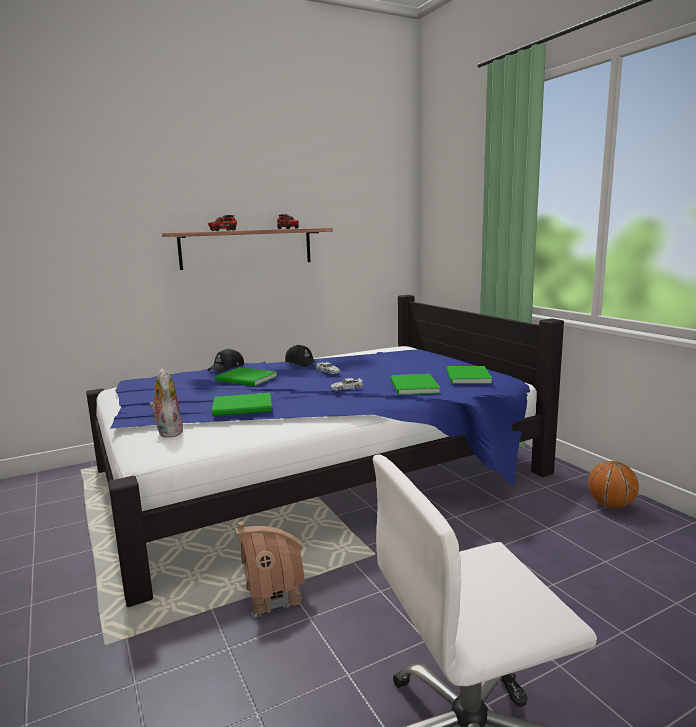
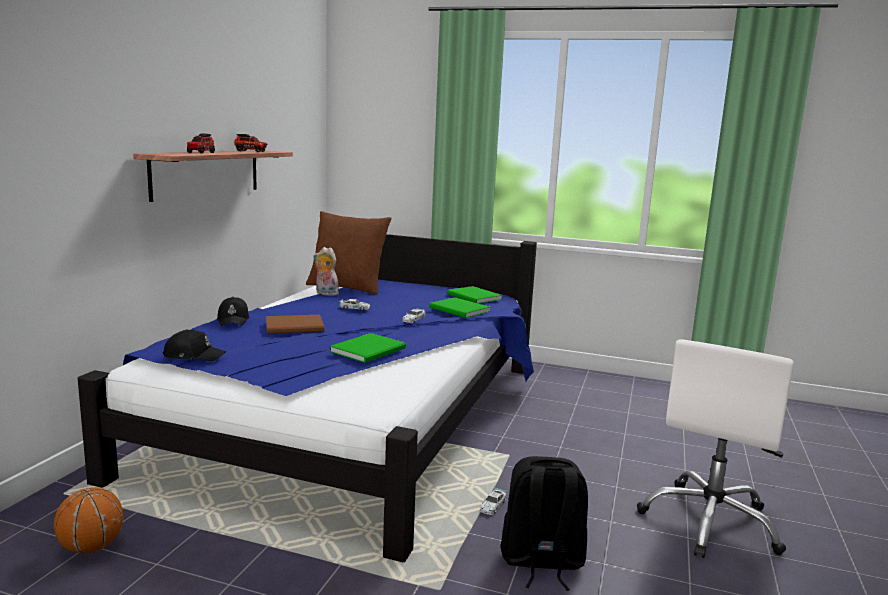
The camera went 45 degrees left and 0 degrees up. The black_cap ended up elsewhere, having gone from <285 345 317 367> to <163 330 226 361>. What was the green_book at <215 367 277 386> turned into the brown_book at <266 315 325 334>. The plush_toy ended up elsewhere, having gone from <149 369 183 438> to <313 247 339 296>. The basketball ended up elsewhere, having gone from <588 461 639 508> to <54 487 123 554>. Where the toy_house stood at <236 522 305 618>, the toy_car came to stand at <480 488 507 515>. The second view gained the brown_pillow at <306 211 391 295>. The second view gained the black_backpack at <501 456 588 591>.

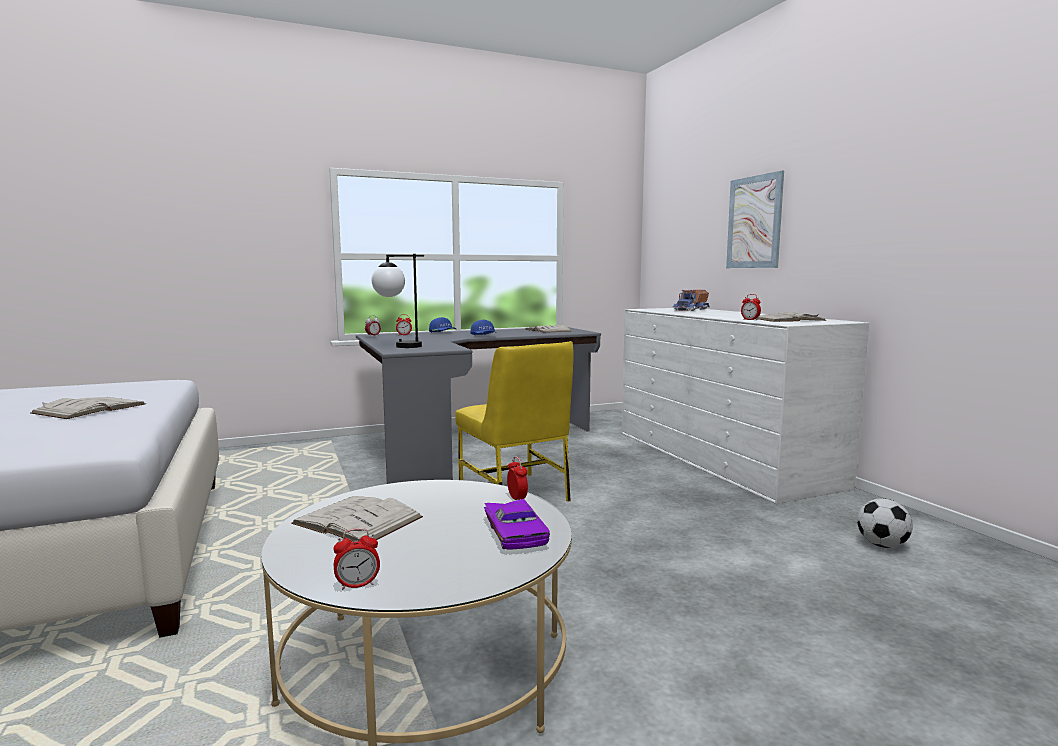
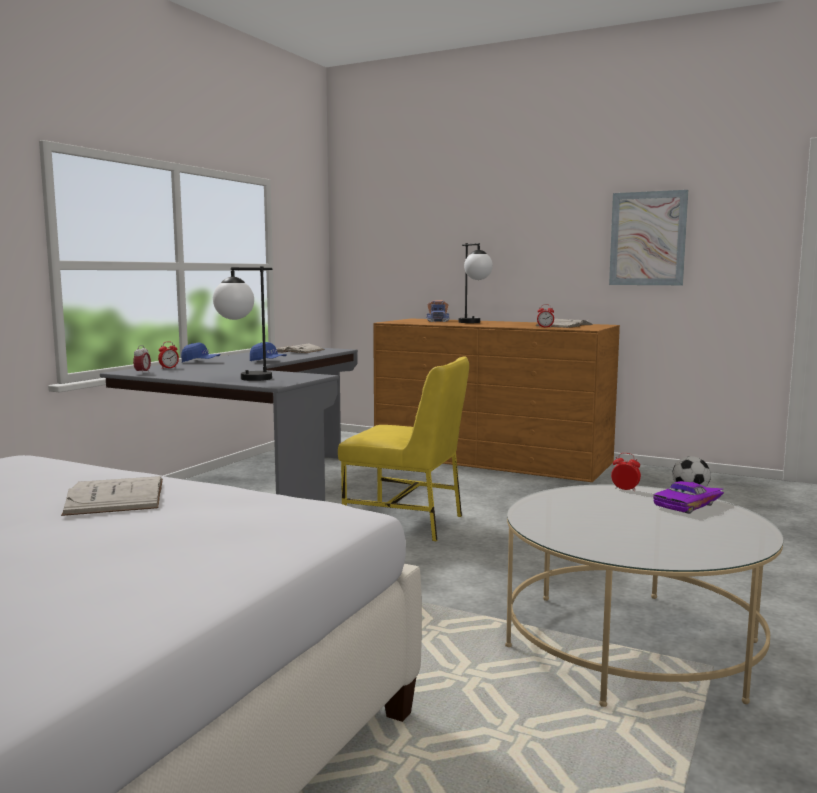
The camera went 40 degrees left and 0 degrees up. The picture ended up elsewhere, having gone from <726 171 784 268> to <609 190 688 285>. What was the white_dresser at <622 308 869 504> turned into the brown_dresser at <373 318 620 482>. The second view lost the white_book at <291 496 423 542>. The purple_toy_car at <484 499 550 550> ended up facing another way, 105 degrees clockwise from before. The second view lost the alarm_clock at <333 528 380 590>. The second view gained the table_lamp at <459 243 493 323>.

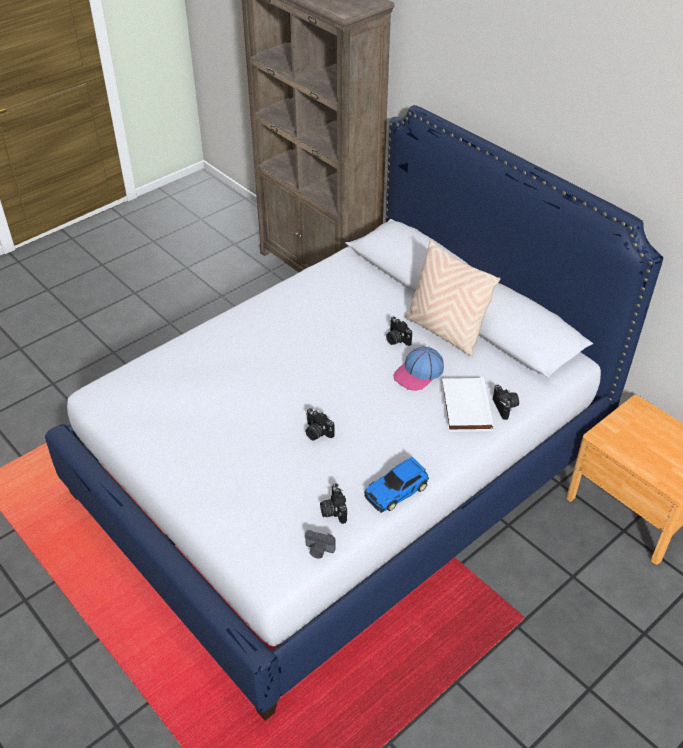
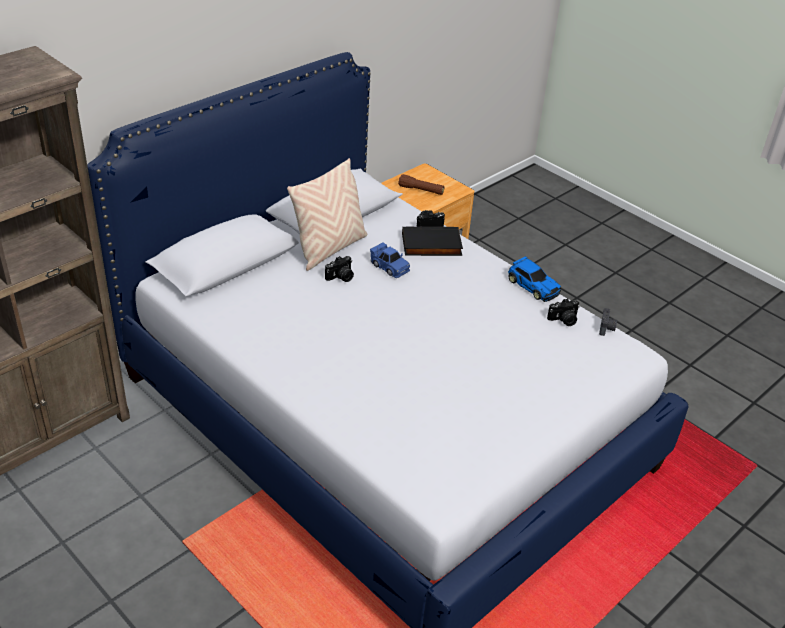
The camera went 95 degrees left and 5 degrees down. Where the cap stood at <393 347 444 391>, the blue_toy_car came to stand at <370 242 410 278>. What was the white_book at <441 378 494 432> turned into the black_book at <402 227 463 256>. The second view lost the photo_camera at <305 408 334 441>. The second view gained the brown_flashlight at <398 174 444 195>.

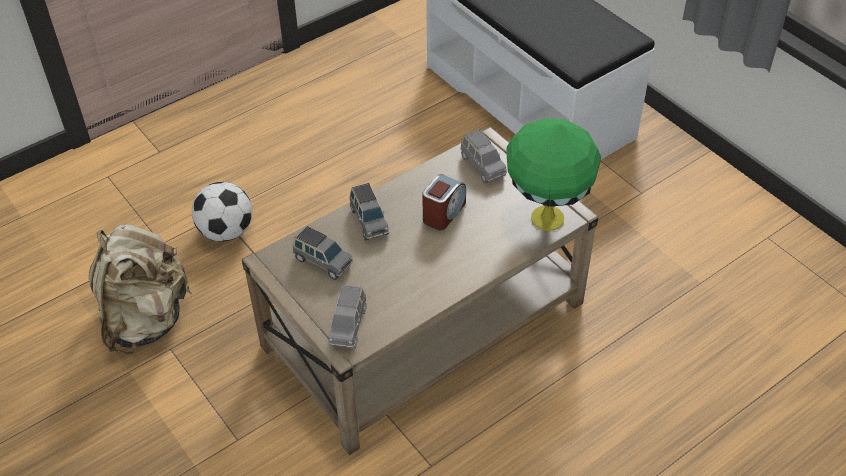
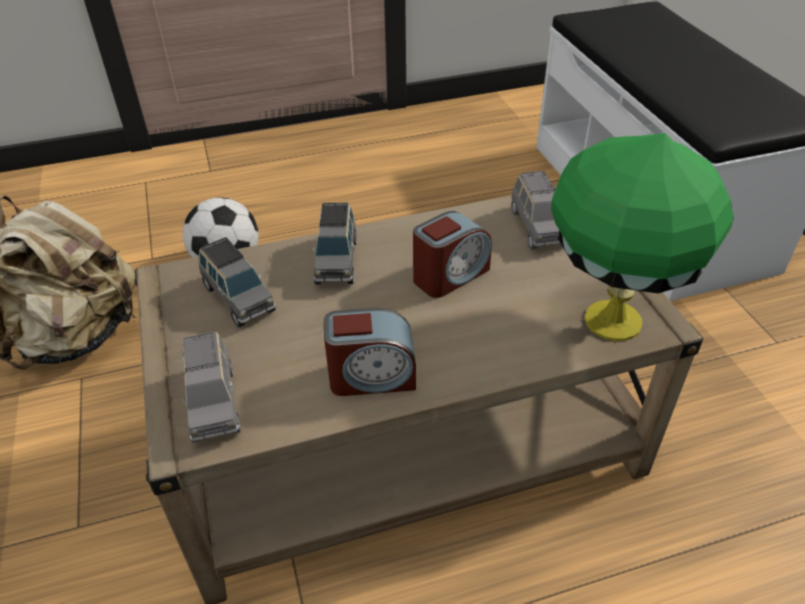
The camera went 20 degrees right and 5 degrees down. The grey_toy_car at <328 285 367 348> ended up facing another way, 45 degrees counterclockwise from before. The second view gained the alarm_clock at <324 308 416 396>.

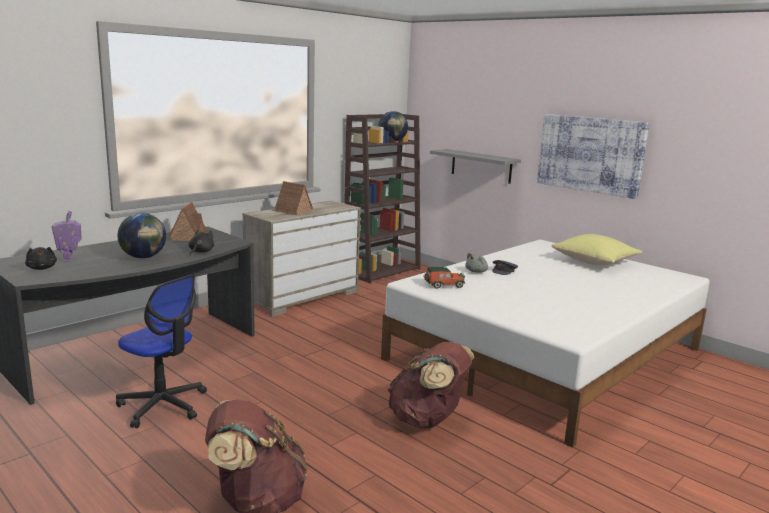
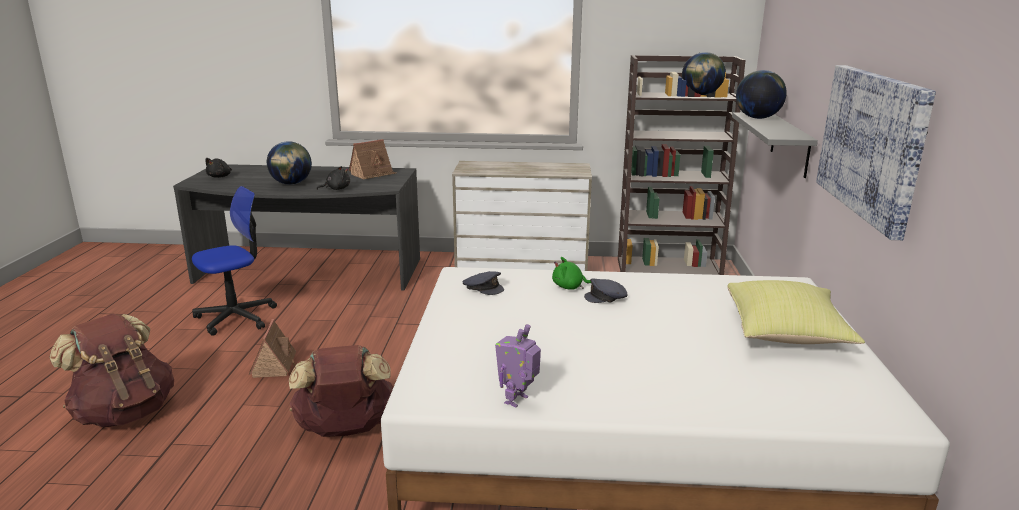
The camera went 50 degrees right and 5 degrees up. The toy_house ended up elsewhere, having gone from <274 181 313 215> to <249 319 296 378>. The toy_robot ended up elsewhere, having gone from <51 211 82 262> to <495 324 541 408>. What was the grey_plush_toy at <465 252 488 273> turned into the green_plush_toy at <552 257 591 289>. Where the toy_car stood at <423 267 465 289>, the grey_cap came to stand at <463 271 504 295>. The office_chair at <116 274 207 428> ended up facing another way, 120 degrees counterclockwise from before. The second view gained the globe at <736 70 787 119>.

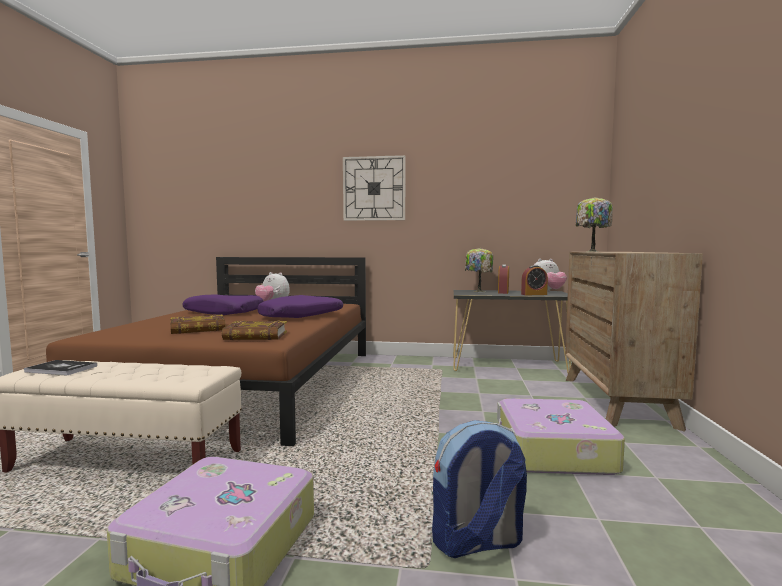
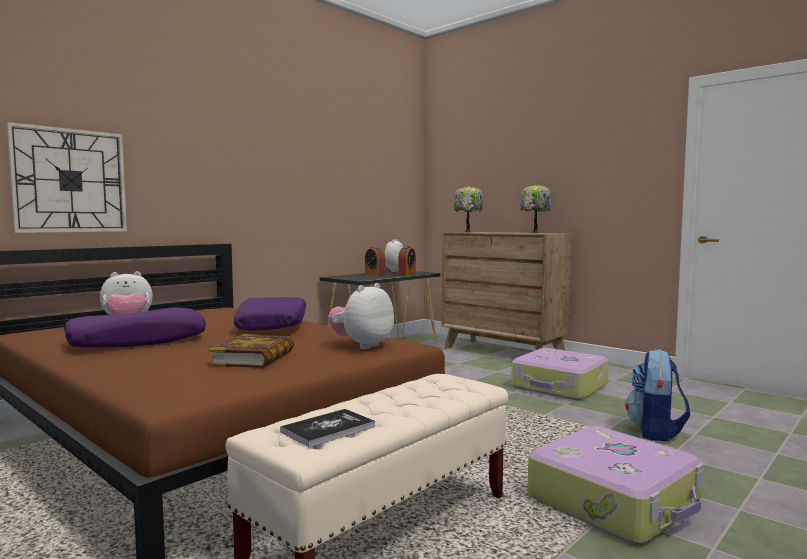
The camera went 55 degrees left and 0 degrees up. The wall_clock ended up elsewhere, having gone from <343 155 406 221> to <6 122 127 233>. The table_lamp ended up elsewhere, having gone from <465 248 493 292> to <521 184 551 233>. Where the book stood at <222 321 287 340>, the plush_toy came to stand at <328 283 394 349>.

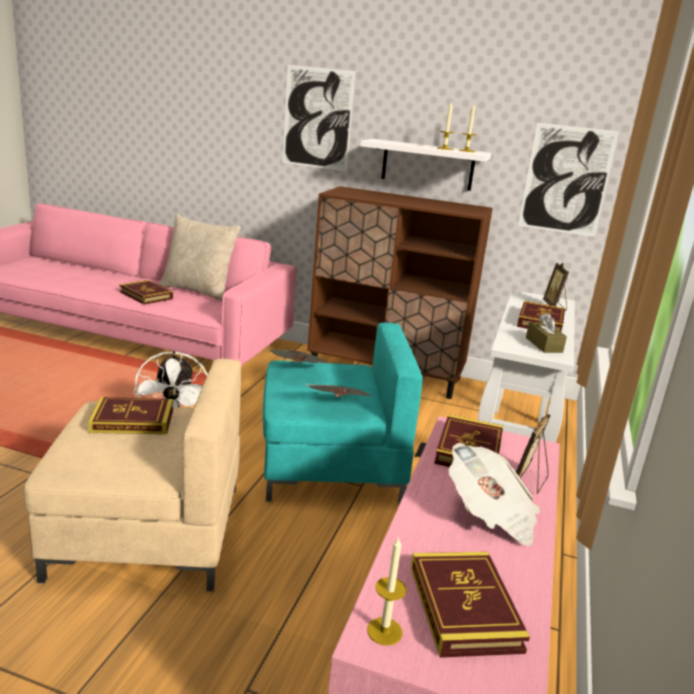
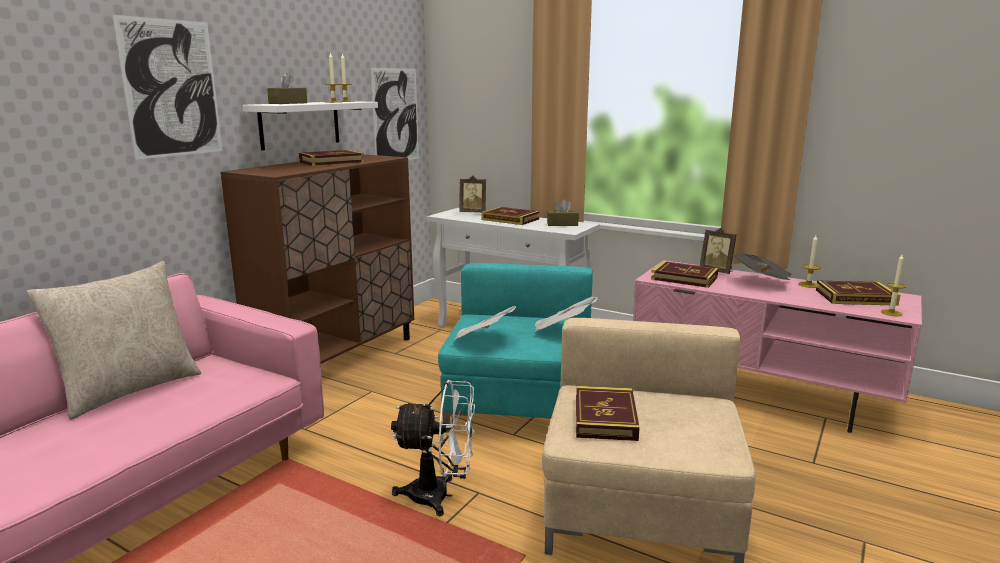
The camera went 75 degrees left and 5 degrees down. The book ended up elsewhere, having gone from <119 280 173 305> to <299 150 364 166>. The second view gained the brown_tissue_box at <267 73 307 104>. The second view gained the candle at <799 235 821 288>.

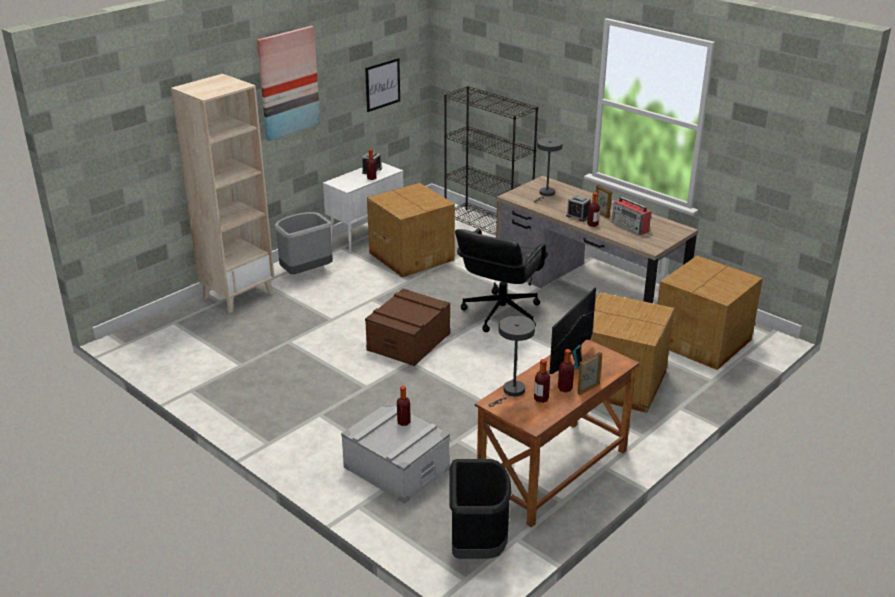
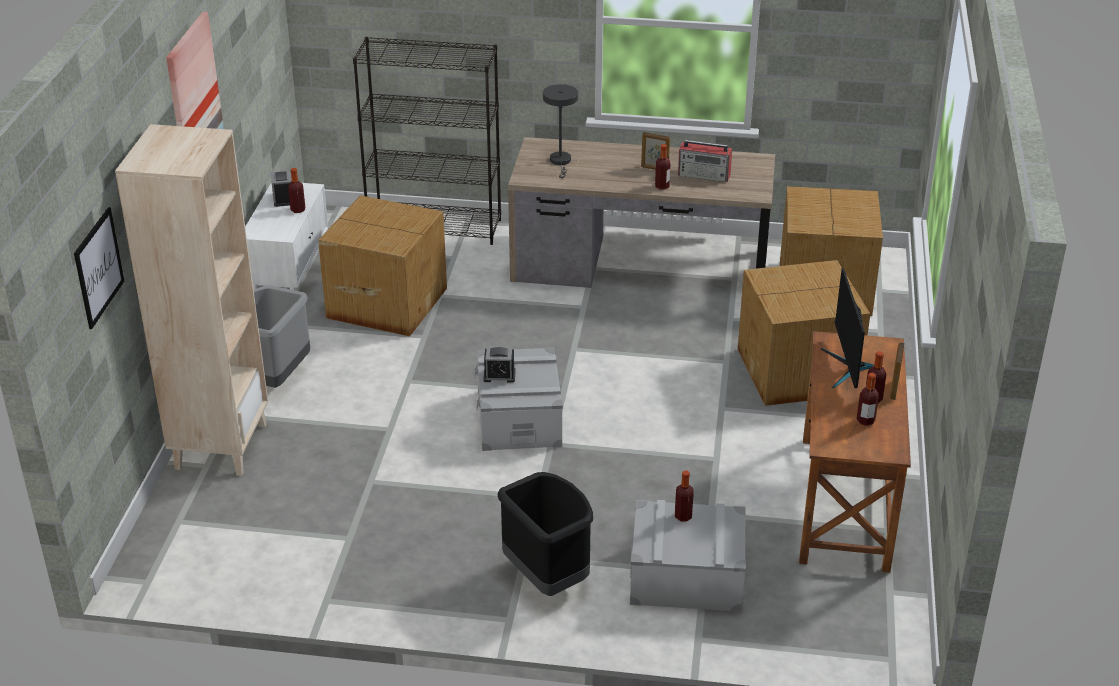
The camera went 35 degrees left and 5 degrees up. The picture ended up elsewhere, having gone from <365 58 400 112> to <74 207 124 329>. The alarm_clock ended up elsewhere, having gone from <566 195 591 221> to <483 346 516 383>. The second view lost the black_office_chair at <455 229 548 332>. What was the brown_storage_box at <365 288 450 366> turned into the grey_storage_box at <474 347 563 451>. The second view lost the grey_table_lamp at <488 316 535 407>. The black_trash_can ended up elsewhere, having gone from <449 459 511 559> to <498 472 593 596>.

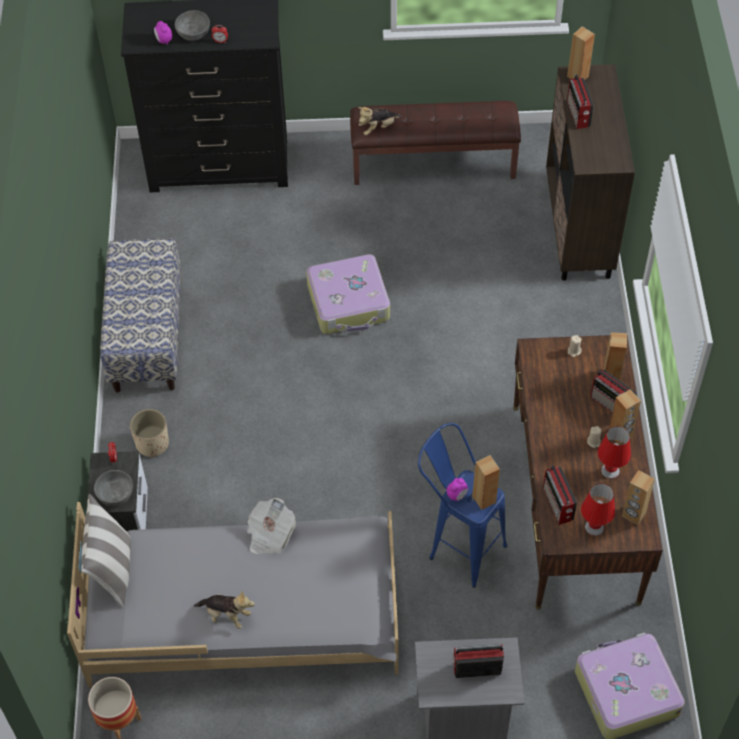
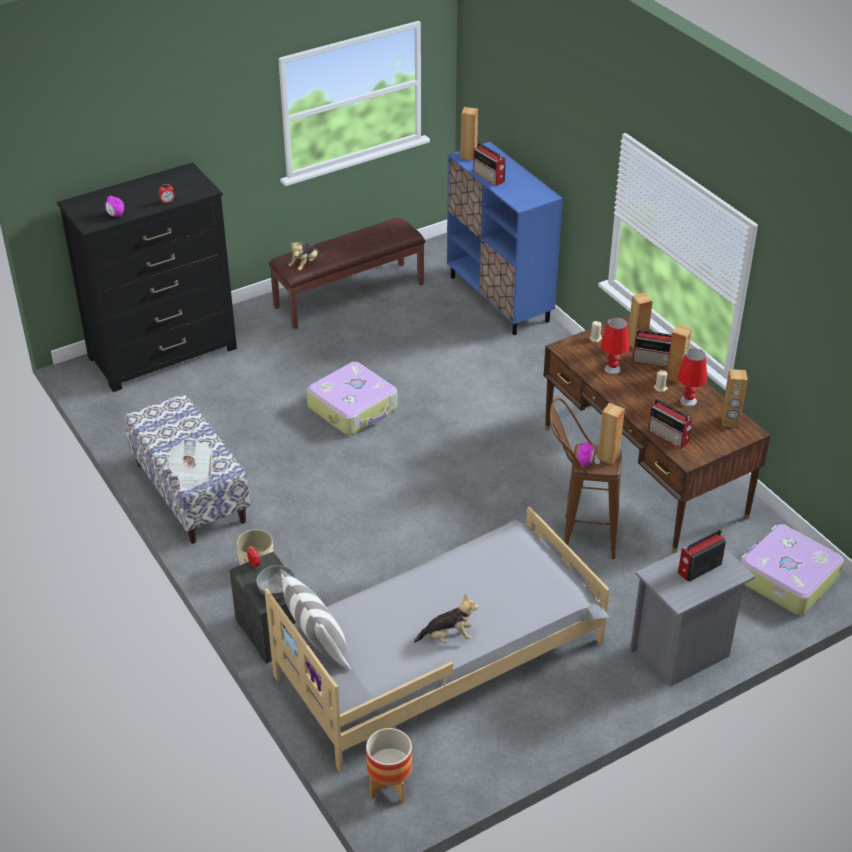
The camera went 30 degrees left and 15 degrees down. The second view lost the grey_bowl at <175 10 210 41>. What was the brown_cabinet at <546 64 635 281> turned into the blue_cabinet at <447 142 563 335>. What was the blue_stool at <418 423 507 588> turned into the brown_stool at <549 398 622 559>. The red_table_lamp ended up elsewhere, having gone from <581 483 615 536> to <600 317 630 374>. The newspaper ended up elsewhere, having gone from <247 498 296 554> to <167 438 213 491>.

